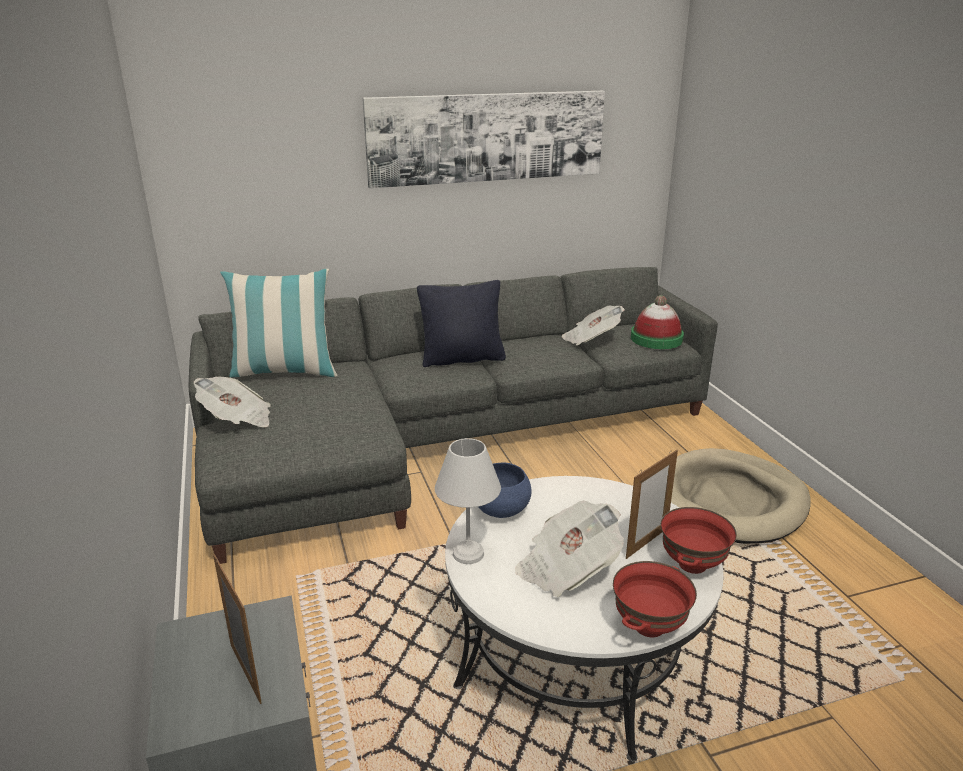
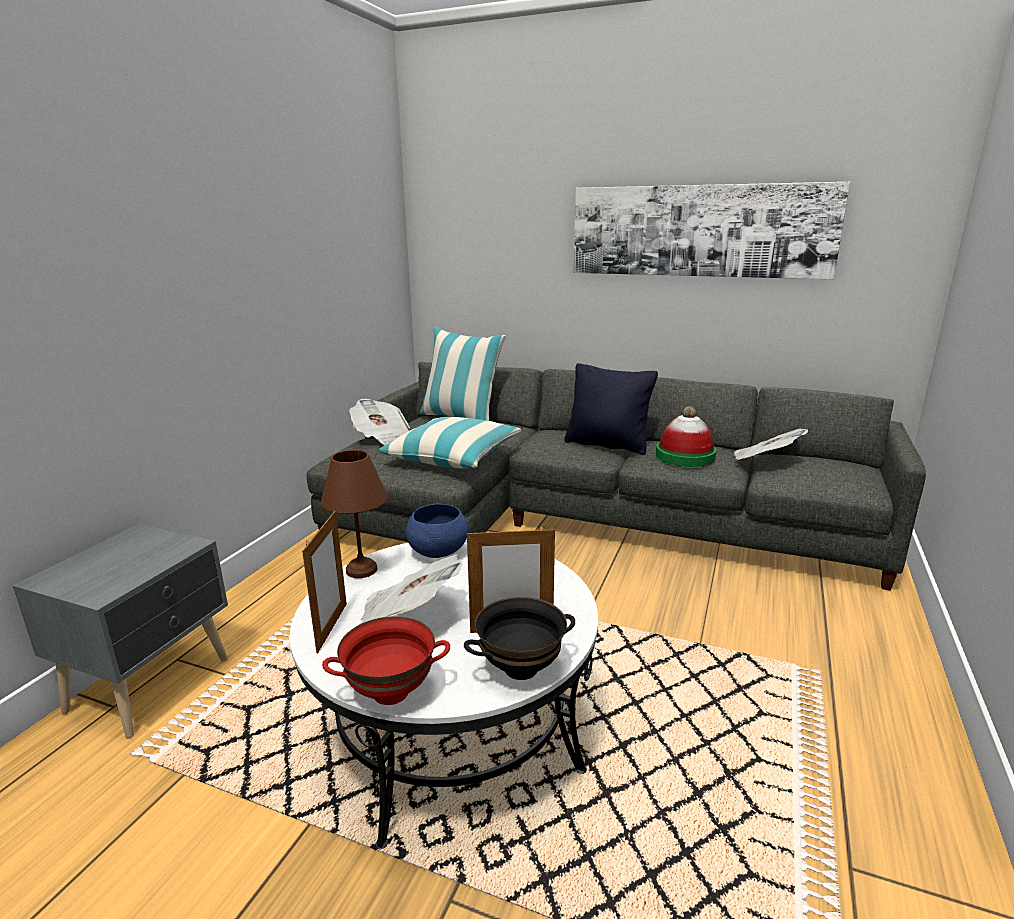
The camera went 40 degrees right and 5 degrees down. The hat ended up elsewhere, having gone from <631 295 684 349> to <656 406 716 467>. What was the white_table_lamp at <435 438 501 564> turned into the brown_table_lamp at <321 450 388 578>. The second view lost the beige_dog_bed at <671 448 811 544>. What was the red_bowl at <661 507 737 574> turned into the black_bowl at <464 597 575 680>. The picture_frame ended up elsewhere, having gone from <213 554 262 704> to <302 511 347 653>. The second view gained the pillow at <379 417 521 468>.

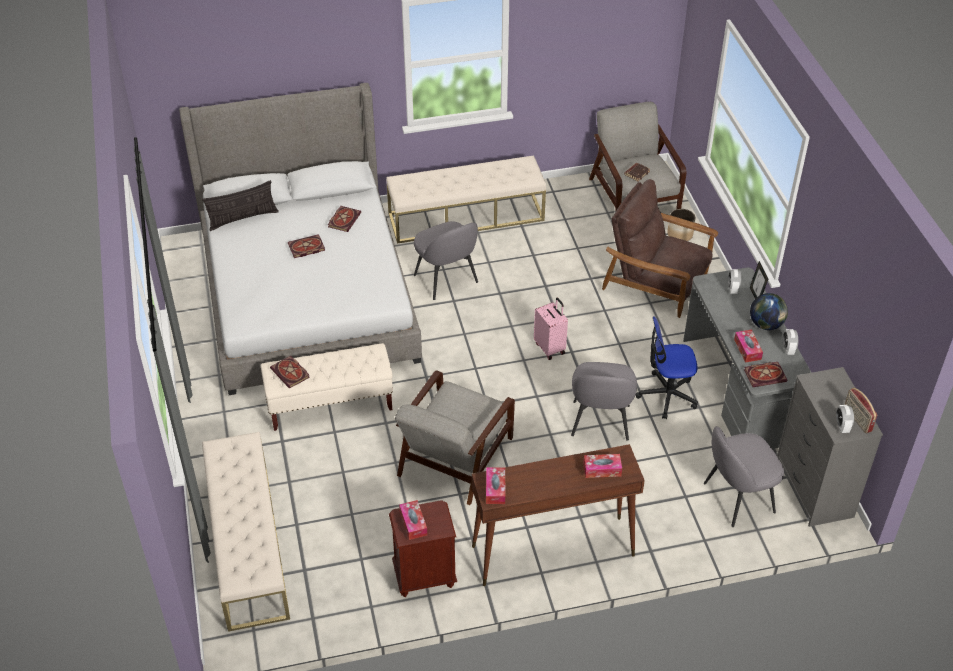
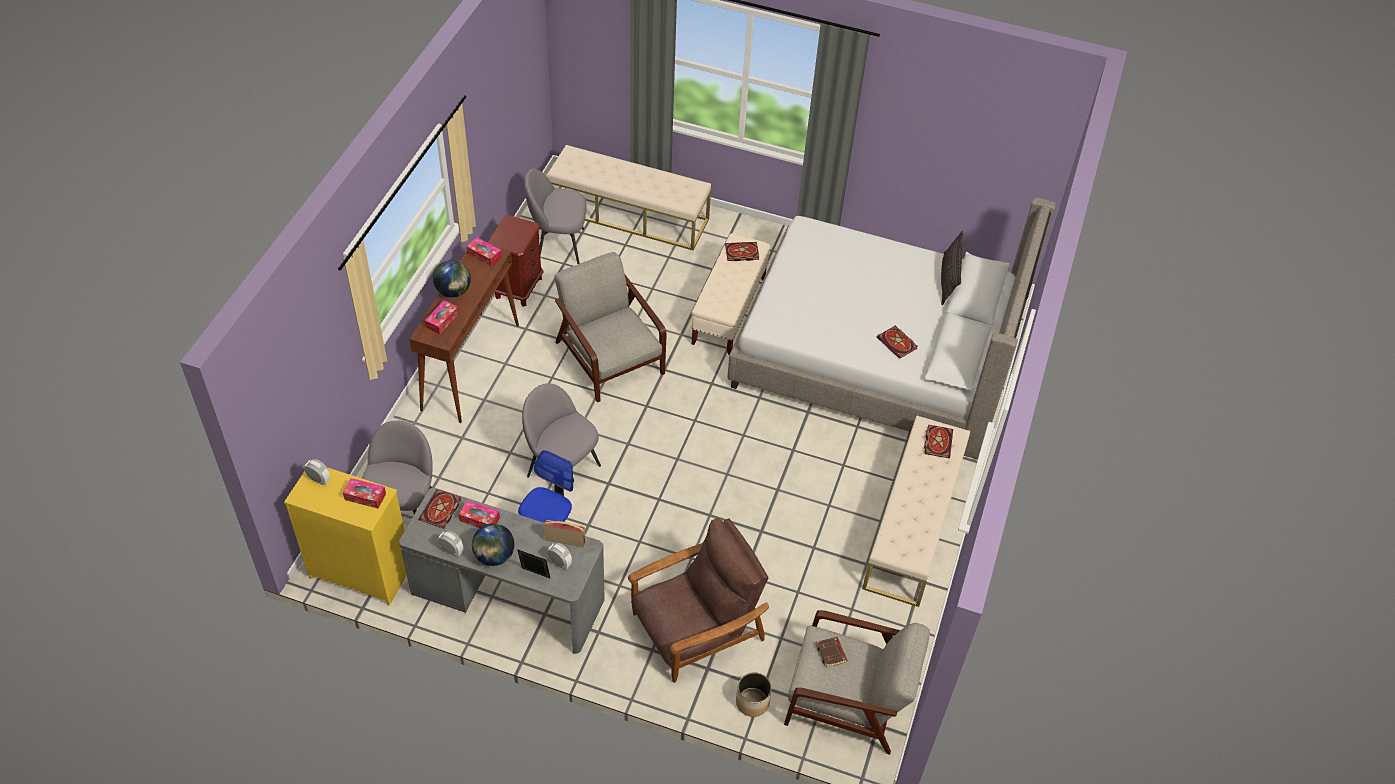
The camera went 120 degrees right and 5 degrees up. The grey_chair ended up elsewhere, having gone from <414 221 478 300> to <524 168 587 264>. The book ended up elsewhere, having gone from <288 234 325 258> to <924 425 953 458>. The second view lost the pink_suitcase at <534 298 568 360>. What was the grey_dresser at <777 367 883 527> turned into the yellow_dresser at <284 467 407 606>. The radio ended up elsewhere, having gone from <845 388 877 433> to <544 520 585 548>. The tissue_box ended up elsewhere, having gone from <399 500 427 540> to <343 478 386 509>. The second view gained the globe at <433 260 471 297>.

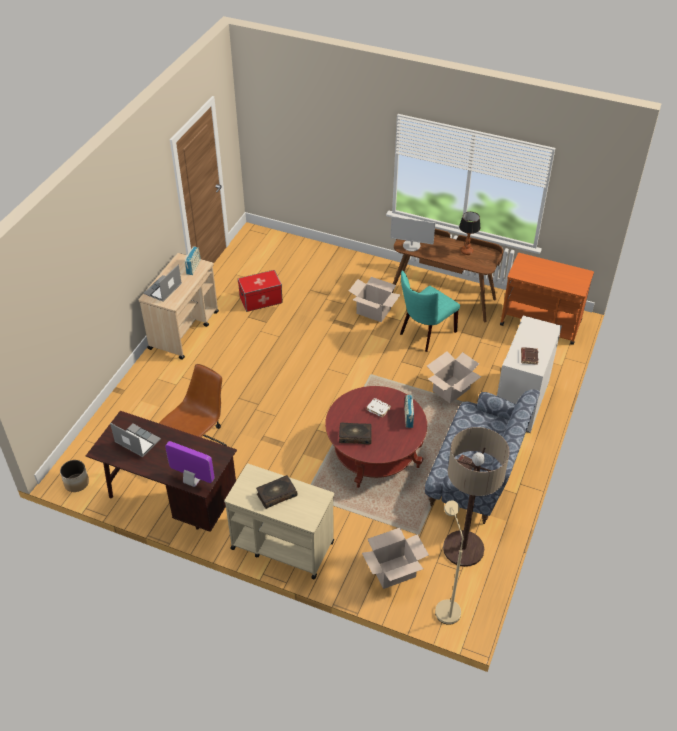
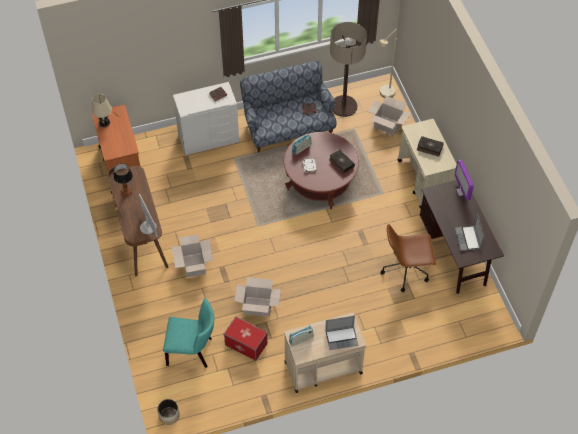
The camera went 130 degrees left and 10 degrees up. The turquoise_chair ended up elsewhere, having gone from <400 270 460 352> to <163 298 214 368>. The cardboard_box ended up elsewhere, having gone from <427 351 482 403> to <234 277 281 317>. The planter ended up elsewhere, having gone from <60 460 89 492> to <158 399 180 425>. The second view gained the beige_table_lamp at <92 94 120 127>.

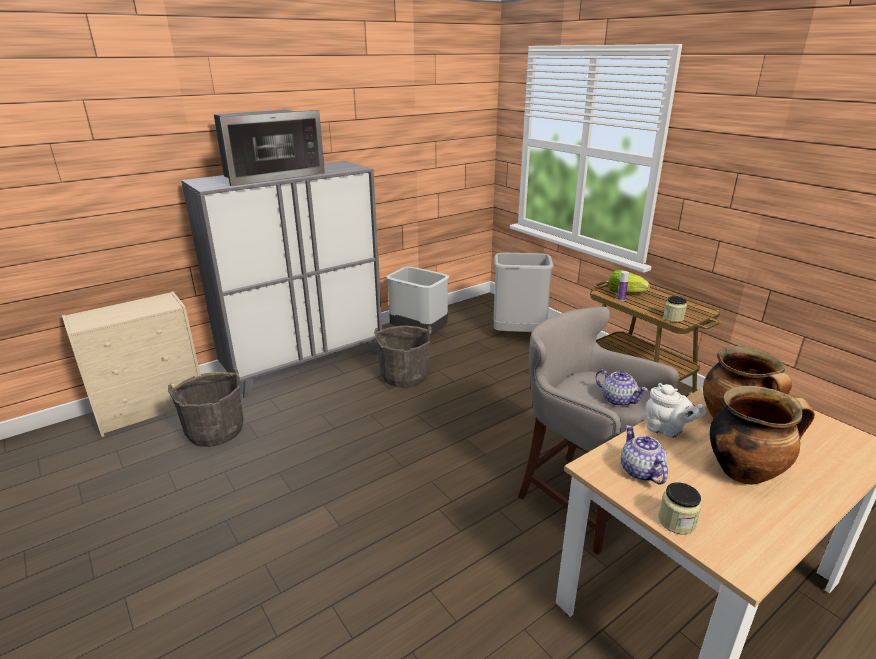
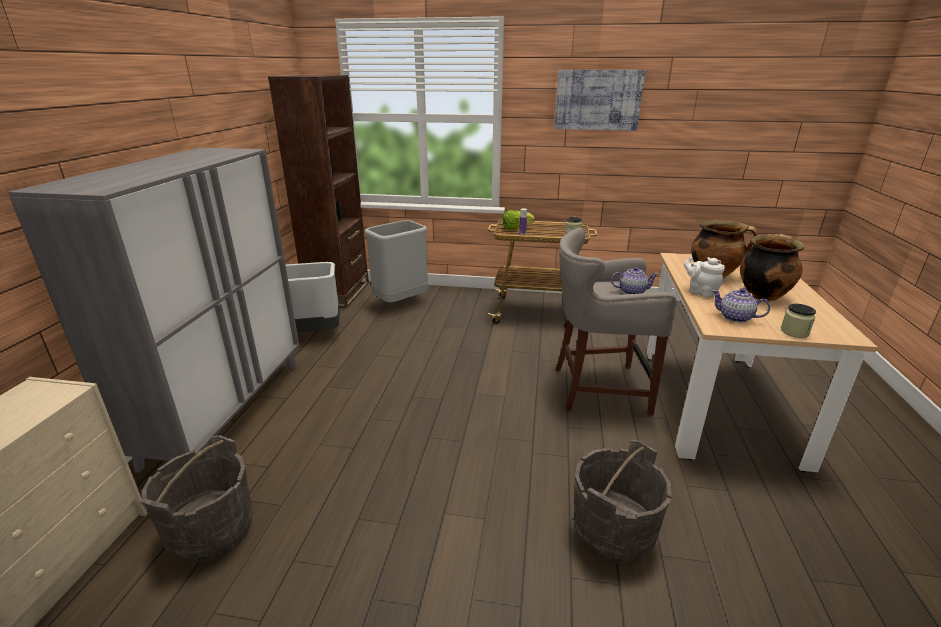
The camera went 45 degrees left and 0 degrees up. The second view lost the microwave at <214 110 325 186>. The grey_bucket ended up elsewhere, having gone from <374 326 432 388> to <573 440 672 565>. The white_teapot at <646 383 706 438> ended up facing another way, 120 degrees counterclockwise from before. The second view gained the picture at <554 70 645 131>. The second view gained the brown_bookcase at <268 75 369 308>.

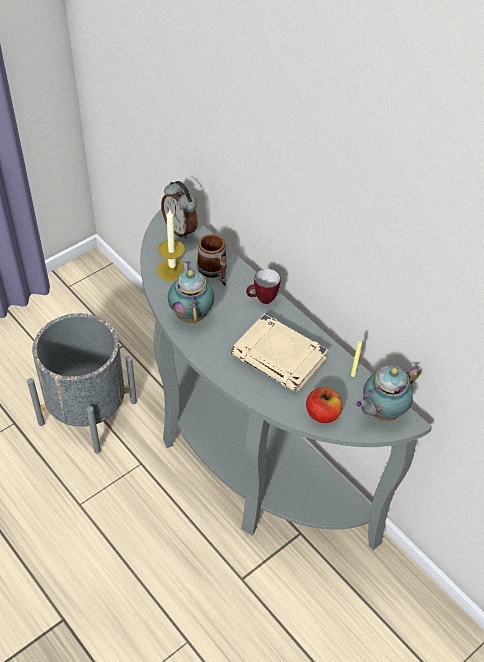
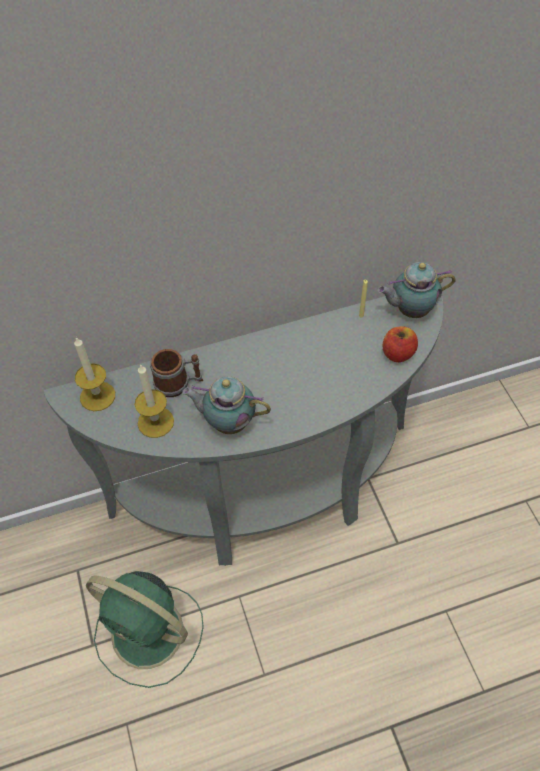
The camera went 65 degrees left and 5 degrees up. Where the alarm_clock stood at <161 181 198 239>, the candle came to stand at <74 337 115 411>. The second view lost the mug at <246 269 280 304>. Where the grey_planter stood at <27 313 137 453>, the green_fan came to stand at <86 571 204 688>. The second view lost the beige_book at <231 314 328 393>. The teapot at <355 365 421 421> ended up facing another way, 90 degrees clockwise from before.

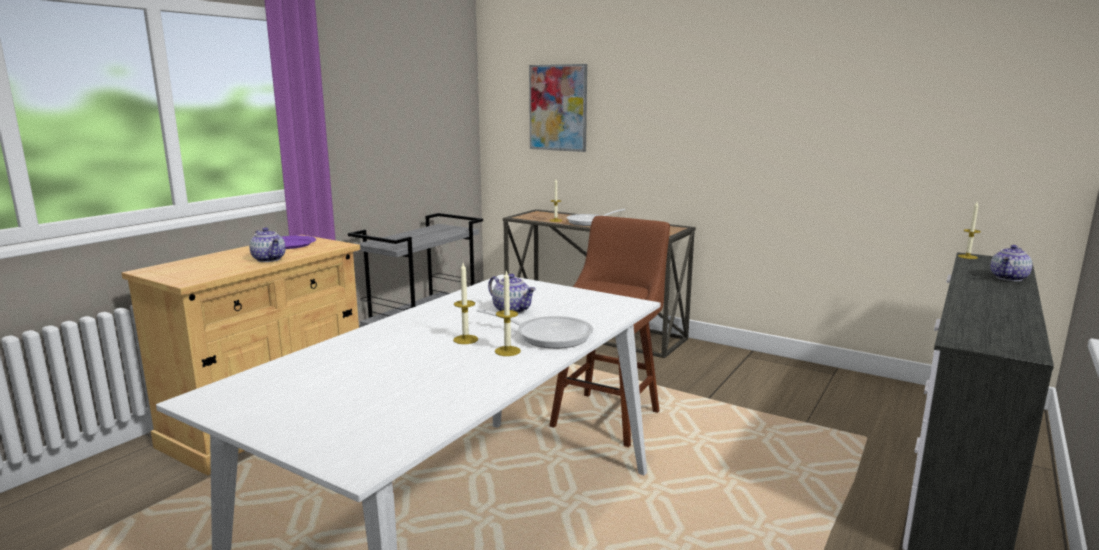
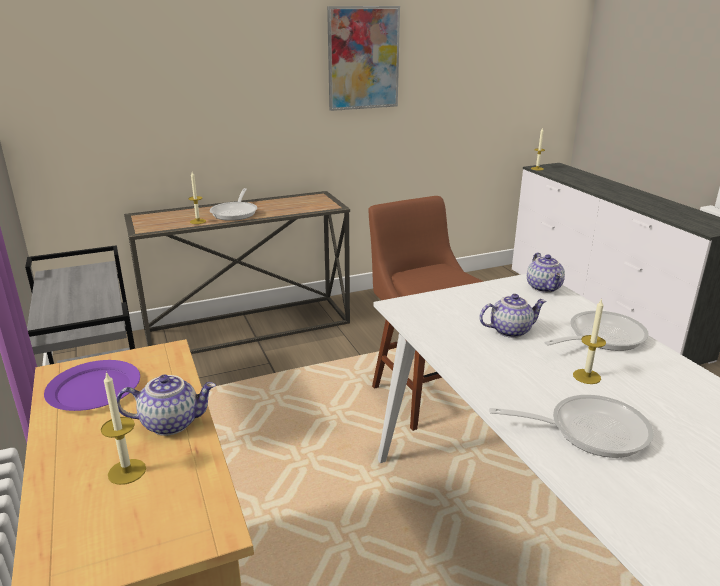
The camera went 55 degrees left and 10 degrees up. The picture ended up elsewhere, having gone from <529 64 587 152> to <327 6 400 111>. The teapot ended up elsewhere, having gone from <990 245 1033 281> to <527 252 565 293>. The candle ended up elsewhere, having gone from <495 271 521 356> to <101 371 146 485>. The second view gained the frying_pan at <489 395 654 458>.

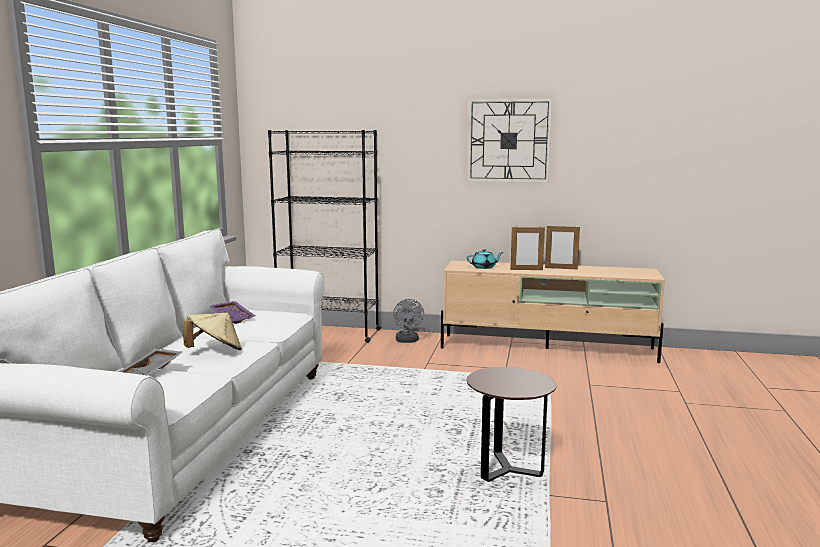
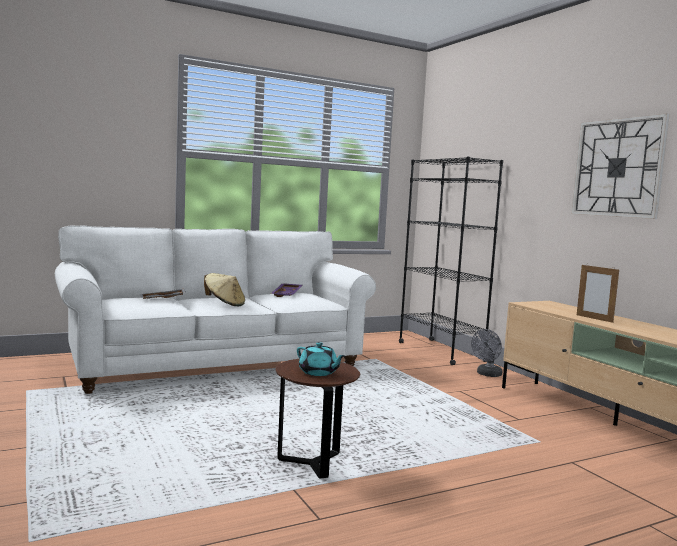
The camera went 50 degrees right and 5 degrees down. The second view lost the picture_frame at <545 225 580 270>. The turquoise_teapot ended up elsewhere, having gone from <467 249 504 269> to <297 342 345 376>.

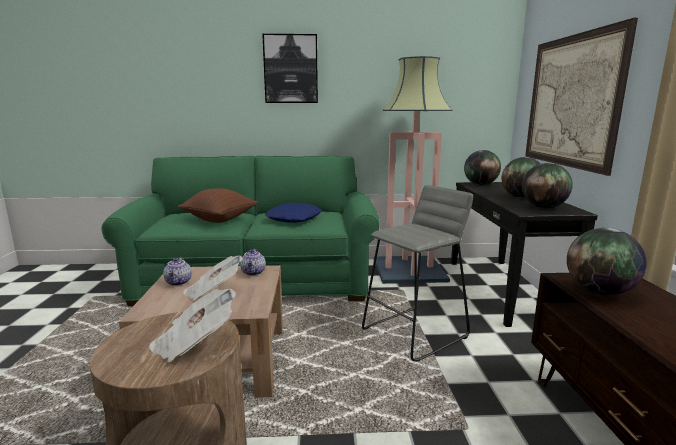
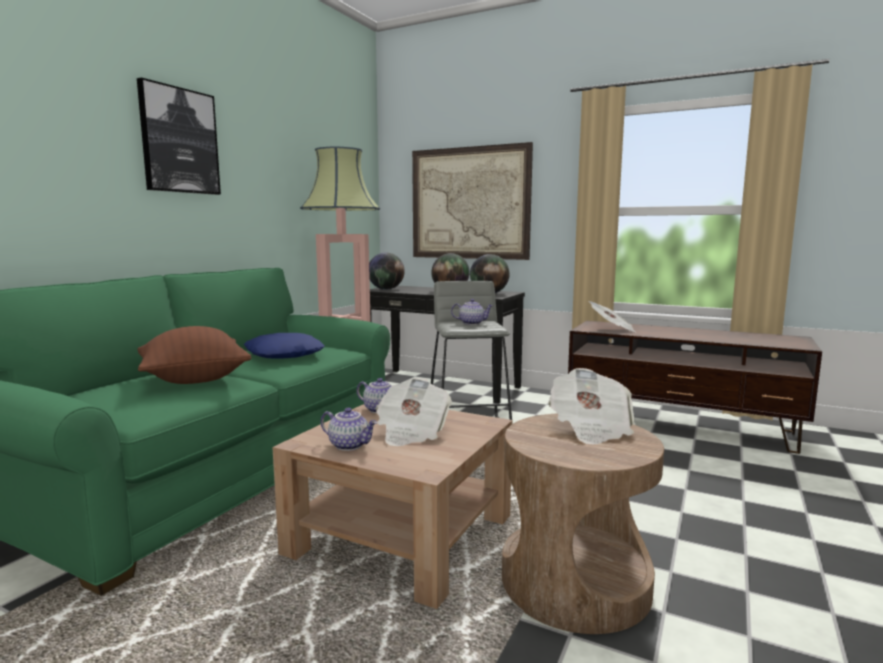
The camera went 60 degrees left and 5 degrees down. Where the globe stood at <567 228 647 295>, the newspaper came to stand at <588 301 636 333>. The second view gained the teapot at <451 299 493 325>.

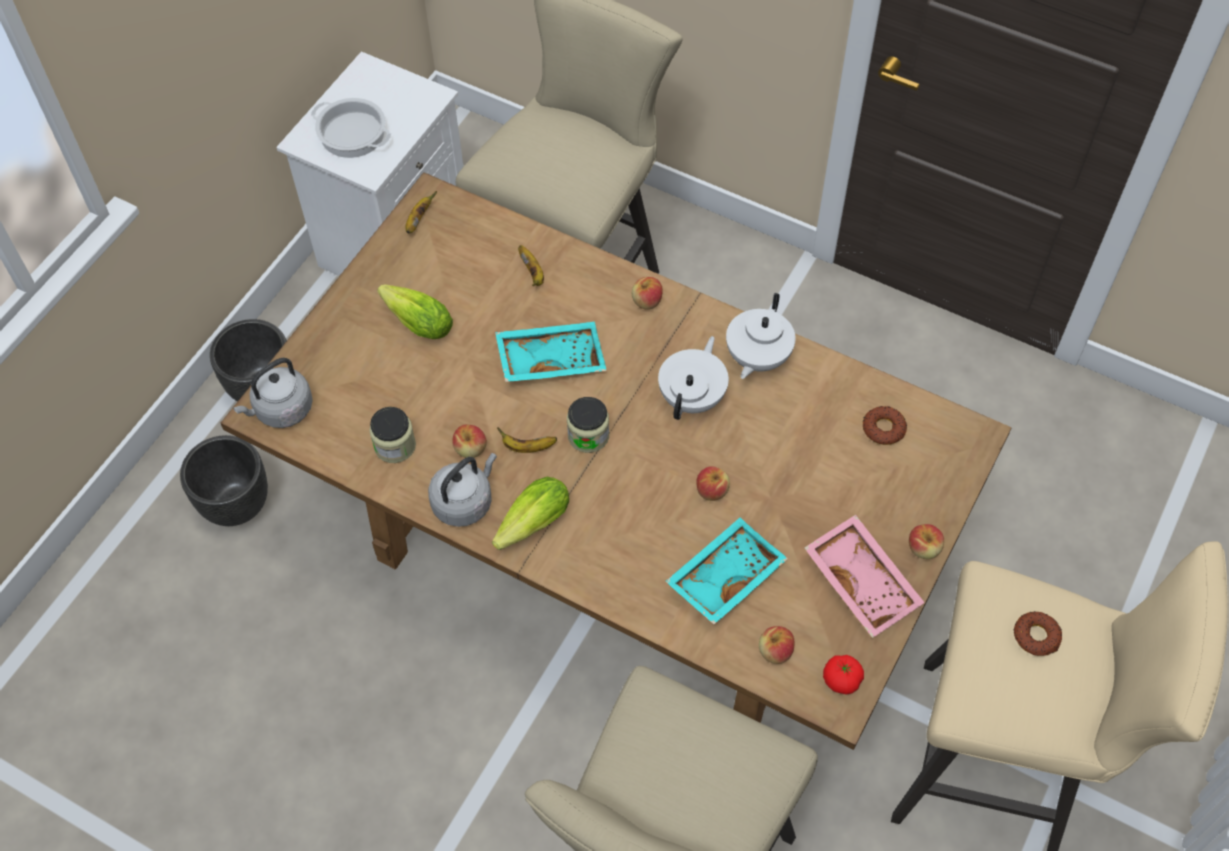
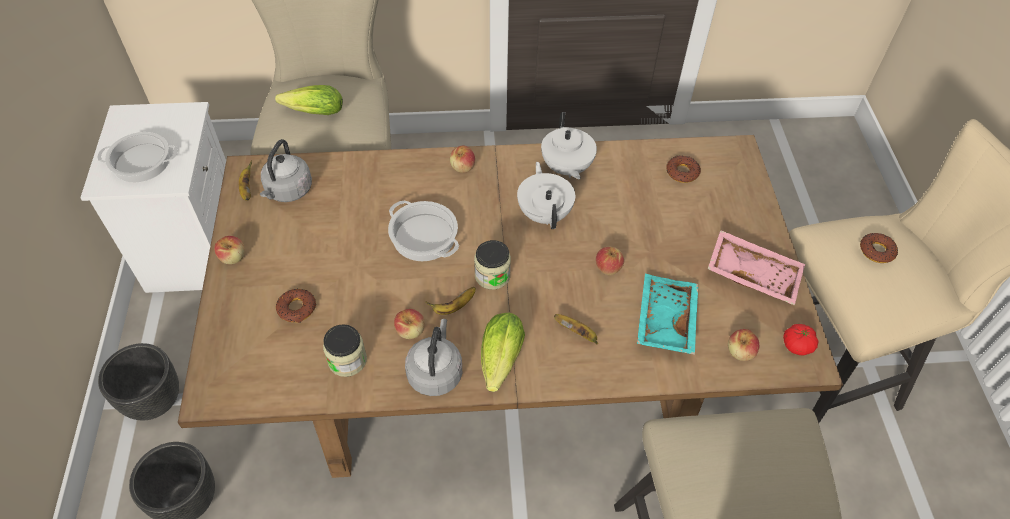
The camera went 35 degrees left and 5 degrees down. The banana ended up elsewhere, having gone from <518 245 544 286> to <554 314 598 344>. The lettuce ended up elsewhere, having gone from <377 284 453 339> to <275 85 343 115>. Where the turquoise_tray stood at <495 322 607 382>, the cooking_pot came to stand at <388 201 459 261>. The grey_kettle ended up elsewhere, having gone from <233 358 313 428> to <260 139 312 202>. The apple ended up elsewhere, having gone from <909 524 944 559> to <214 236 245 264>. The second view gained the donut at <276 289 316 323>.

